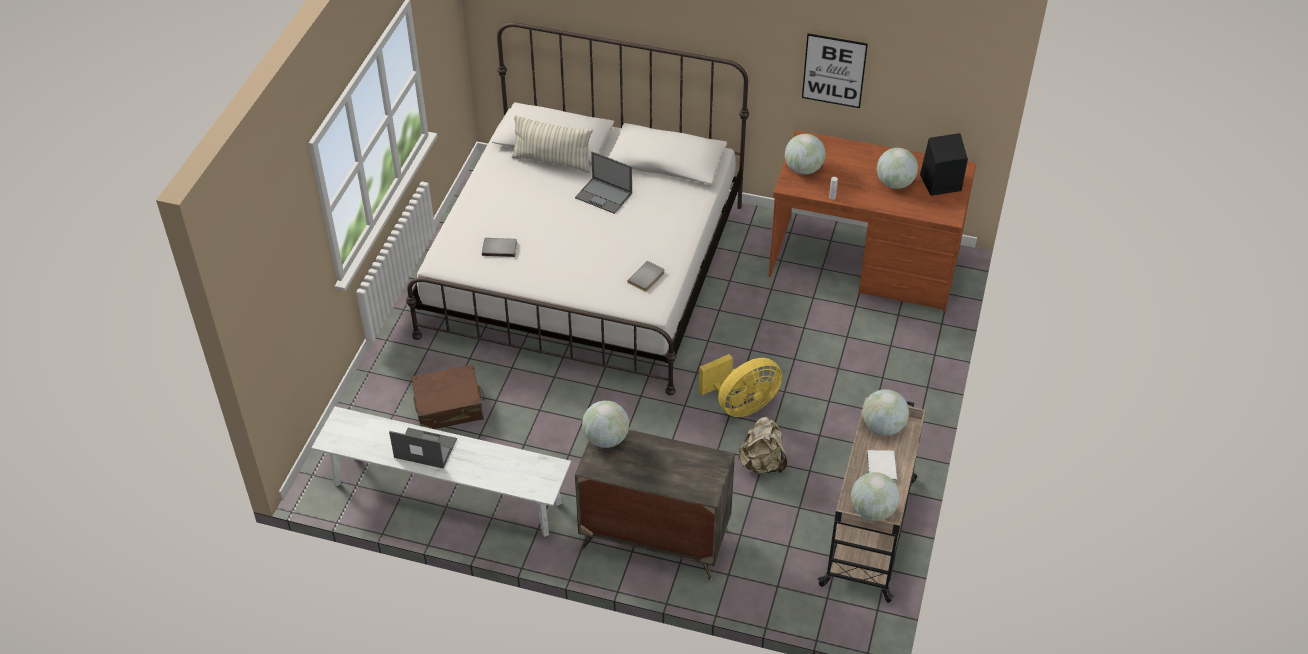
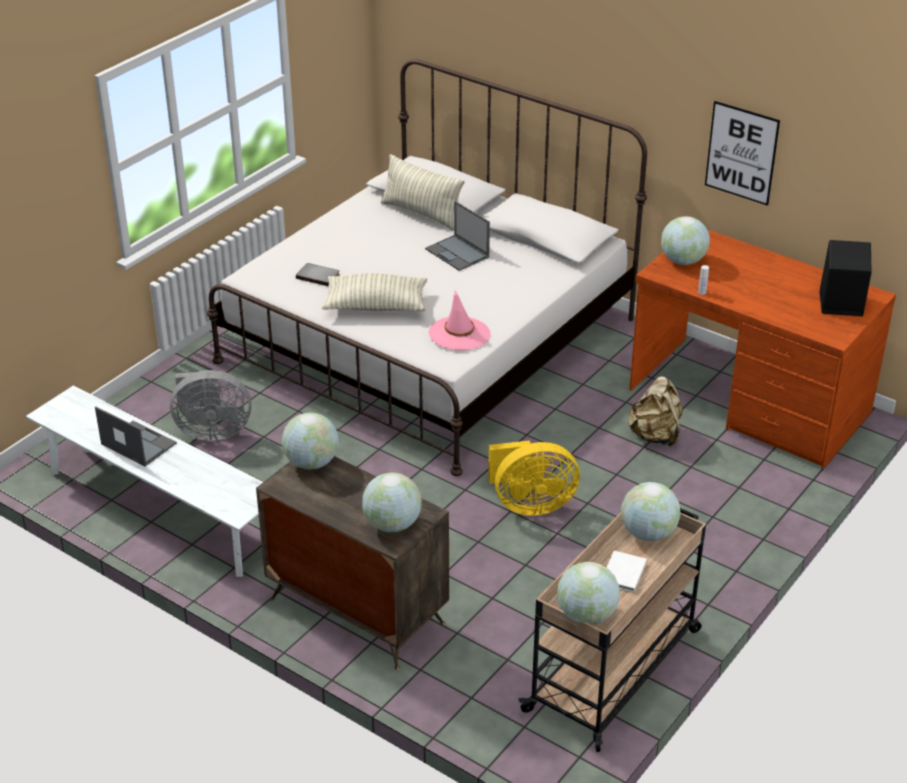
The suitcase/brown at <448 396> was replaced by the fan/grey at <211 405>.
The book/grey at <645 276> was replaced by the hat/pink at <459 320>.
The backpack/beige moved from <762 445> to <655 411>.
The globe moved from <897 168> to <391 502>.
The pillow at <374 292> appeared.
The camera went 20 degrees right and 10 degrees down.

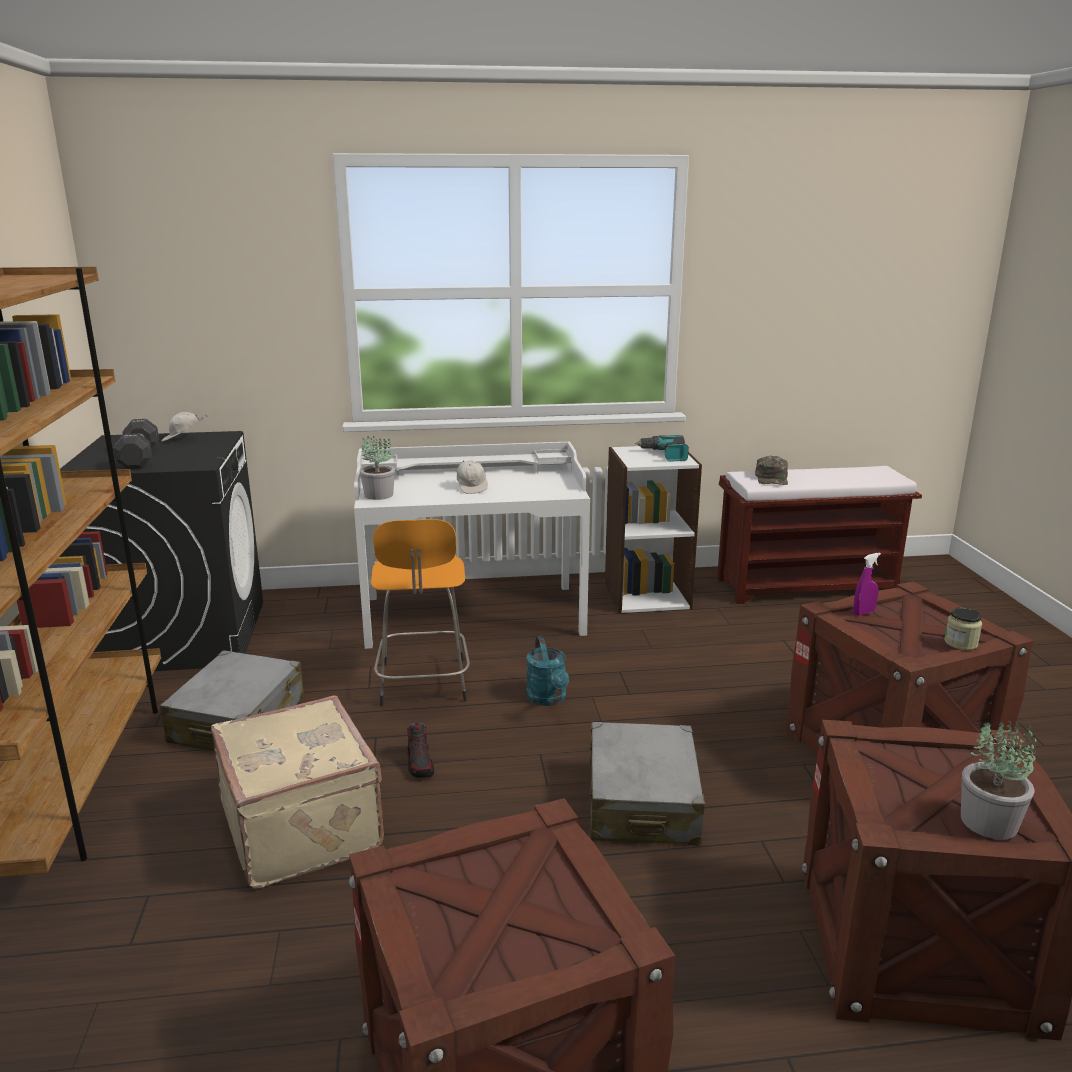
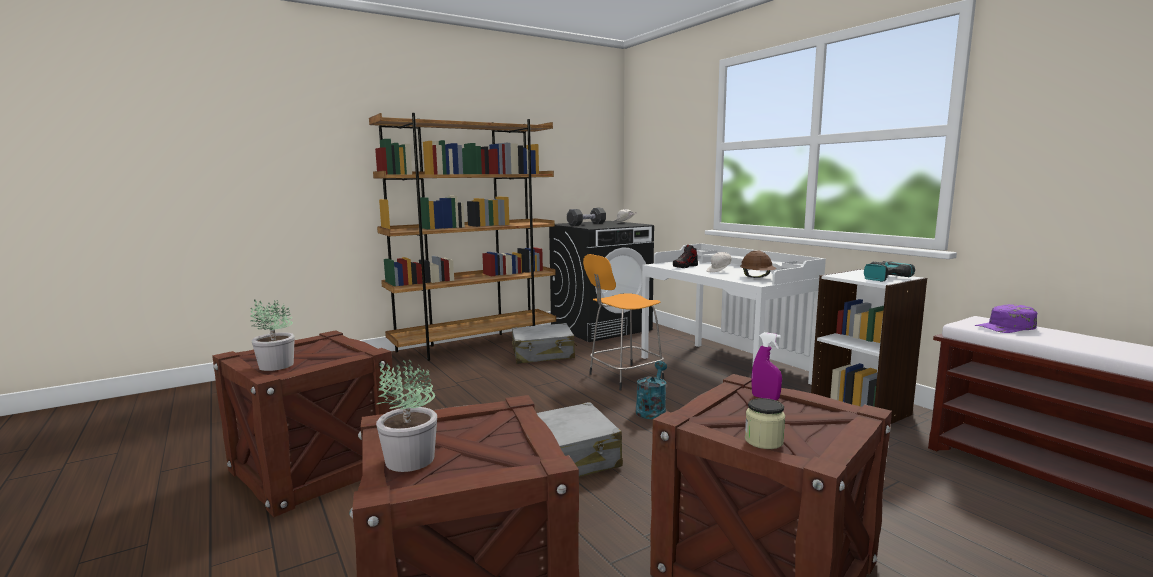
The suitcase/beige at <297 792> disappeared.
The potted plant moved from <377 468> to <273 335>.
The shoe moved from <420 750> to <685 256>.
The watering can/turquoise at <547 671> turned 150 degrees clockwise.
The cap/green at <771 470> became the cap/purple at <1005 318>.
The hard hat/brown at <758 264> appeared.
The camera went 65 degrees right and 10 degrees down.

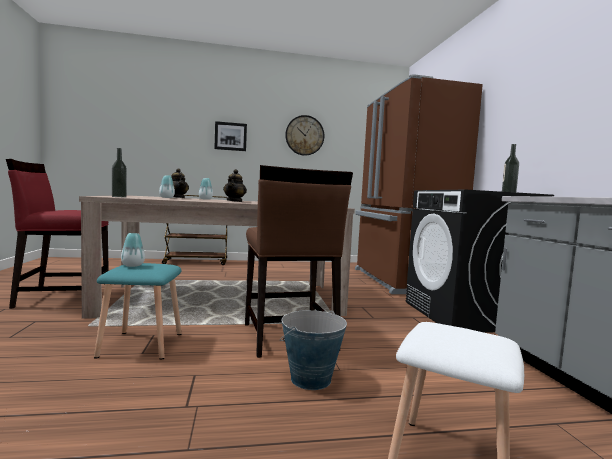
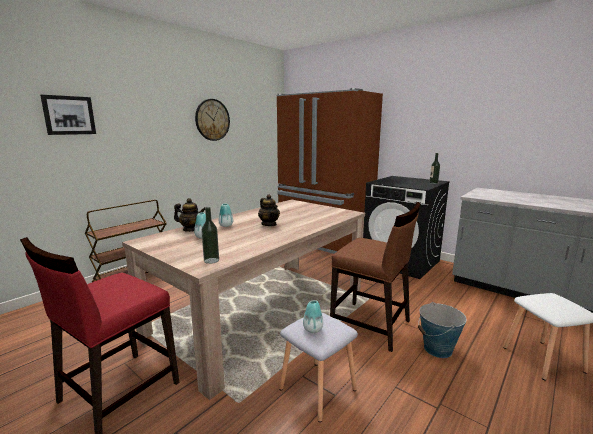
The stool/turquoise at <138 311> became the stool/grey at <318 367>.
The picture moved from <230 136> to <68 114>.
The camera went 40 degrees left and 10 degrees up.

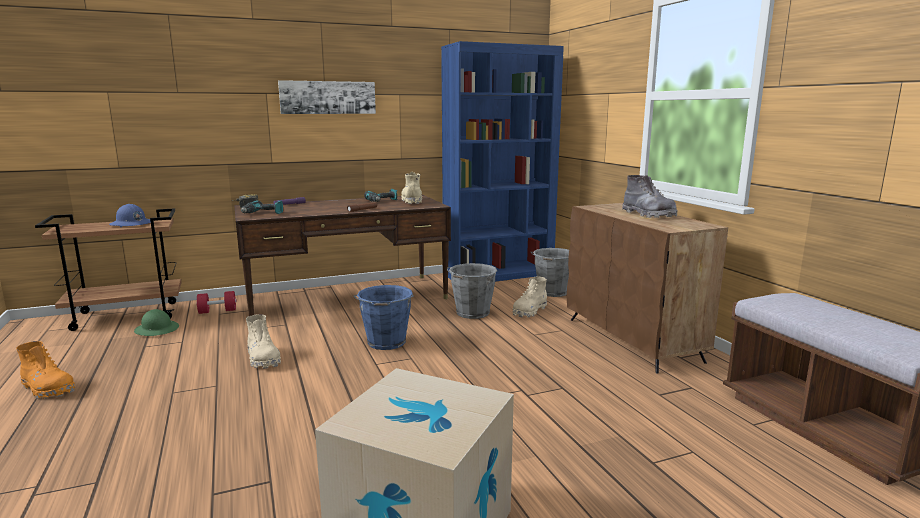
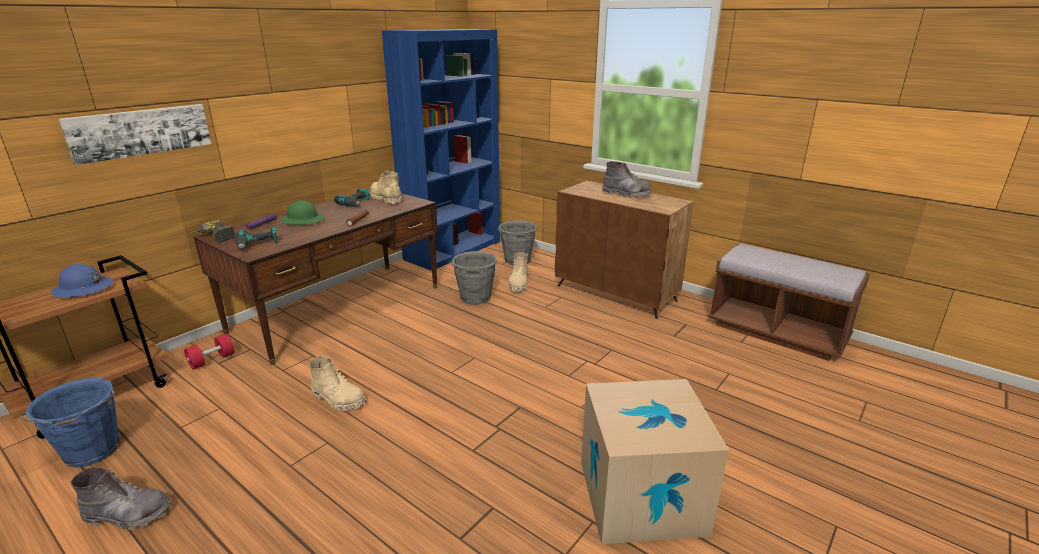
The boot/orange at <45 370> became the boot/grey at <121 498>.
The hard hat/green moved from <156 322> to <303 212>.
The picture moved from <327 97> to <135 134>.
The bucket/blue moved from <384 317> to <70 423>.
The camera went 30 degrees left and 10 degrees up.

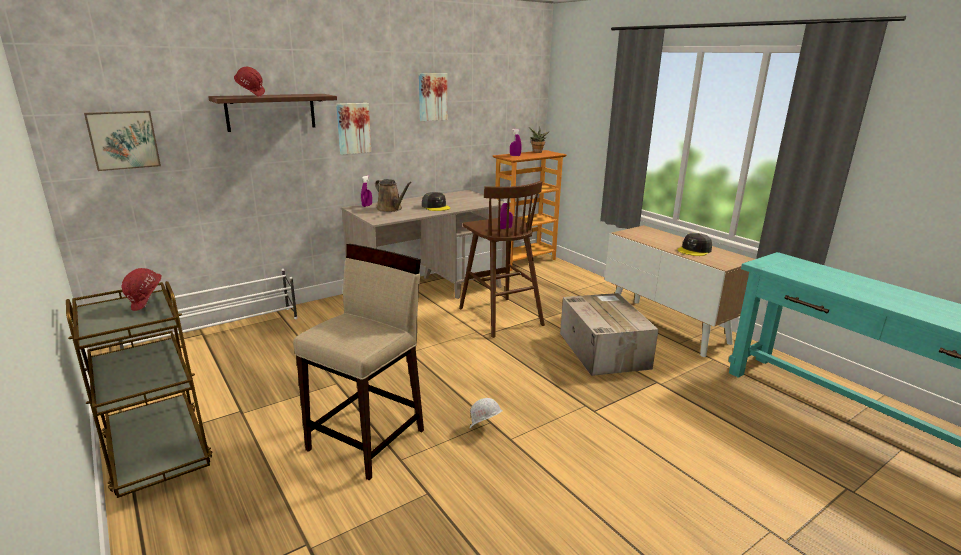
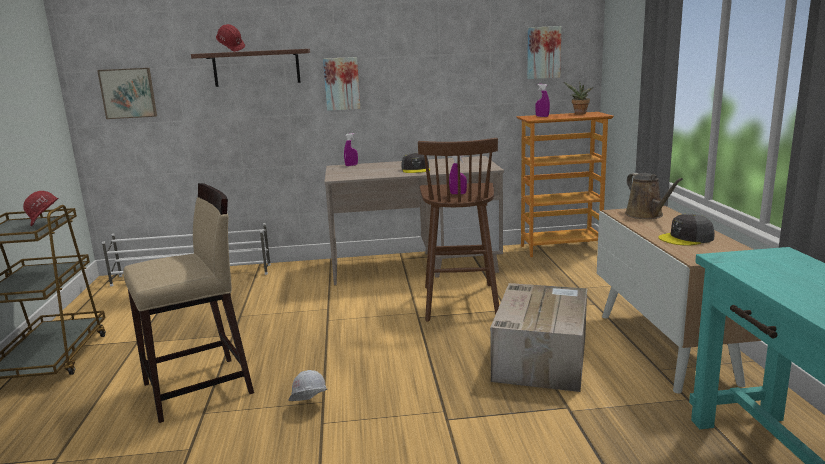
The watering can/brown moved from <393 195> to <654 196>.
The picture moved from <433 97> to <544 52>.
The camera went 30 degrees right and 5 degrees down.

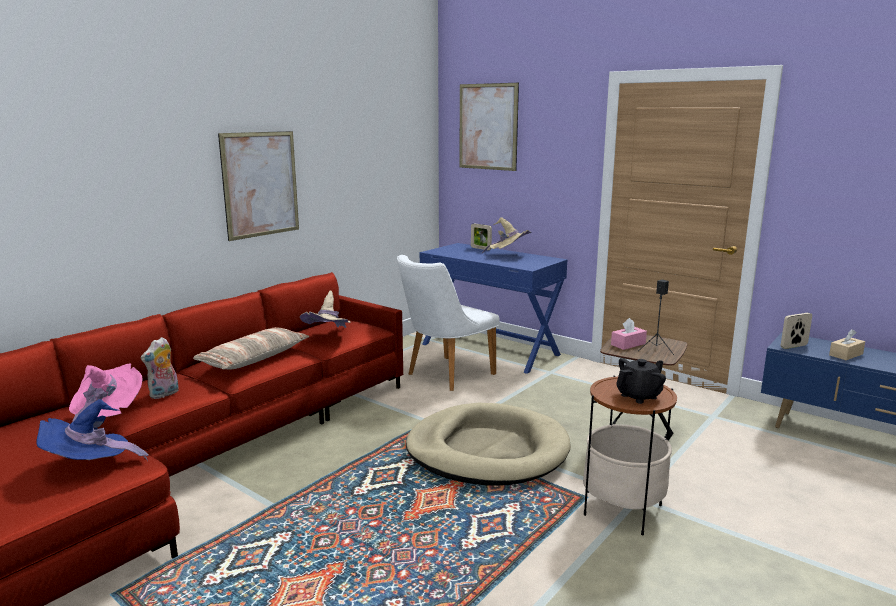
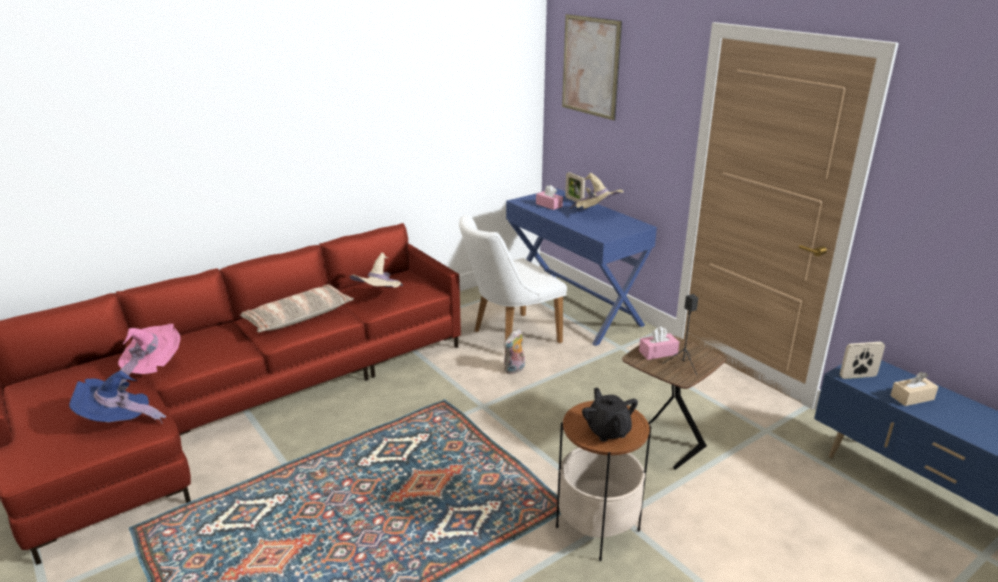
The plush toy moved from <160 368> to <514 351>.
The picture at <258 186> disappeared.
The dog bed/beige at <488 444> disappeared.
The teapot/black at <641 381> turned 90 degrees counterclockwise.
The tissue box/pink at <549 197> appeared.
The camera went 15 degrees right and 10 degrees up.

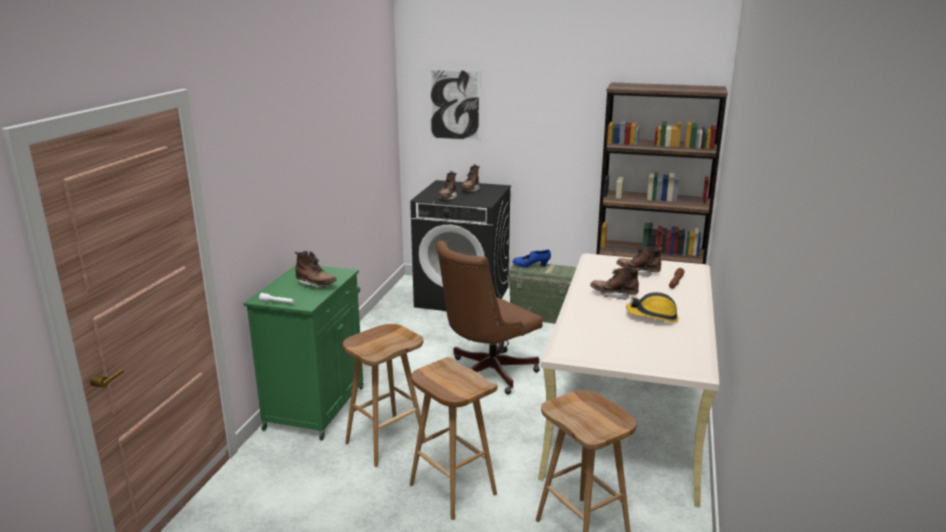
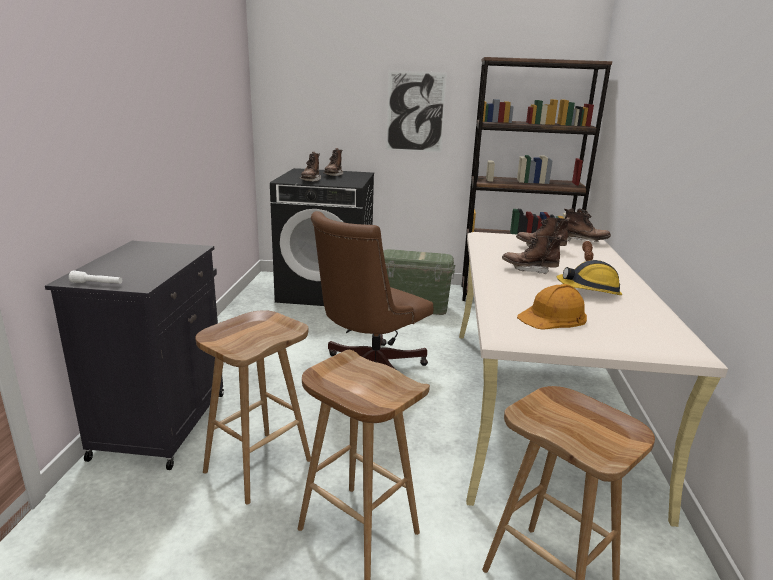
The cabinet/green at <303 352> became the cabinet/black at <134 355>.
The boot/brown moved from <316 269> to <587 225>.
The picture moved from <454 105> to <416 111>.
The shoe/blue at <532 259> disappeared.
The hard hat/orange at <552 307> appeared.
The camera went 10 degrees left and 0 degrees up.

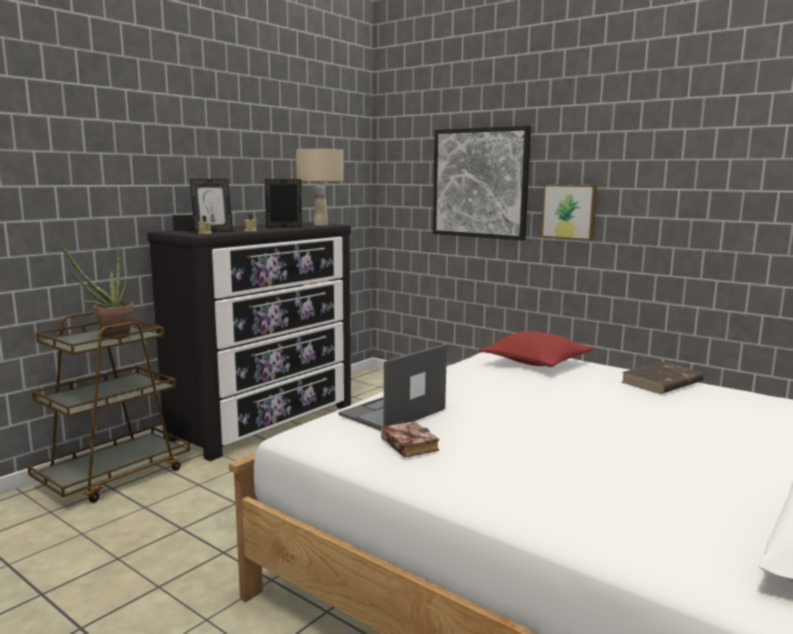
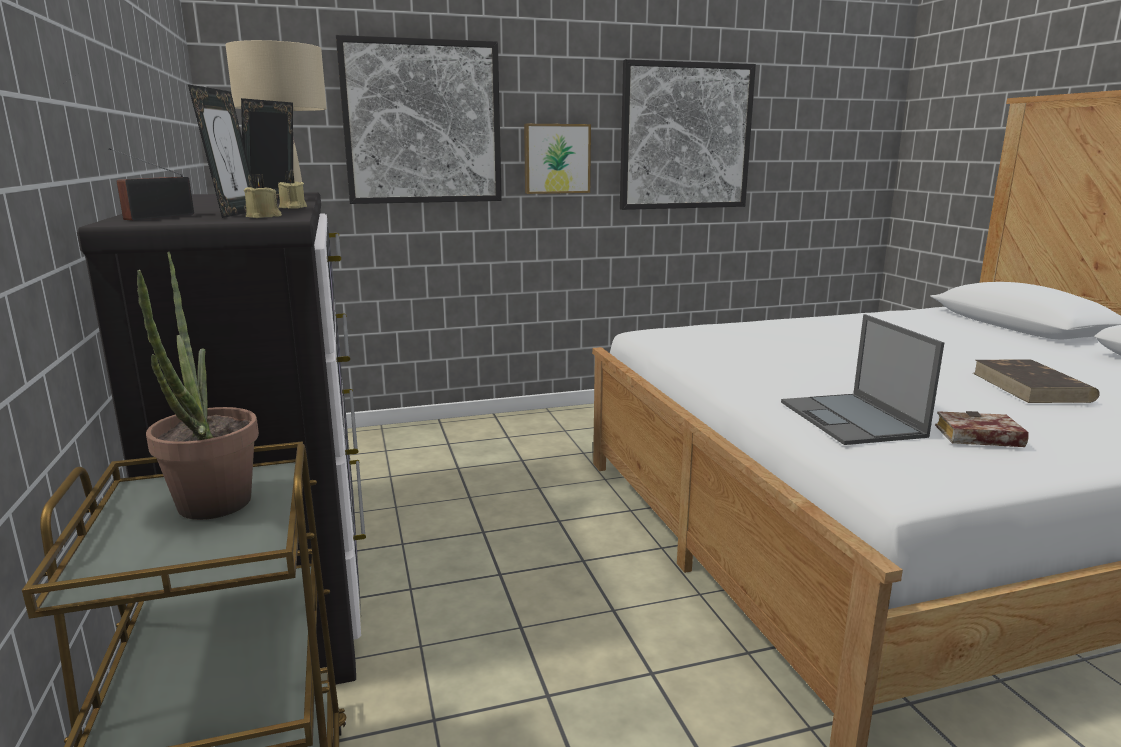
The pillow/red at <536 349> disappeared.
The book/brown moved from <662 378> to <1036 381>.
The picture at <688 134> appeared.
The camera went 55 degrees left and 5 degrees up.

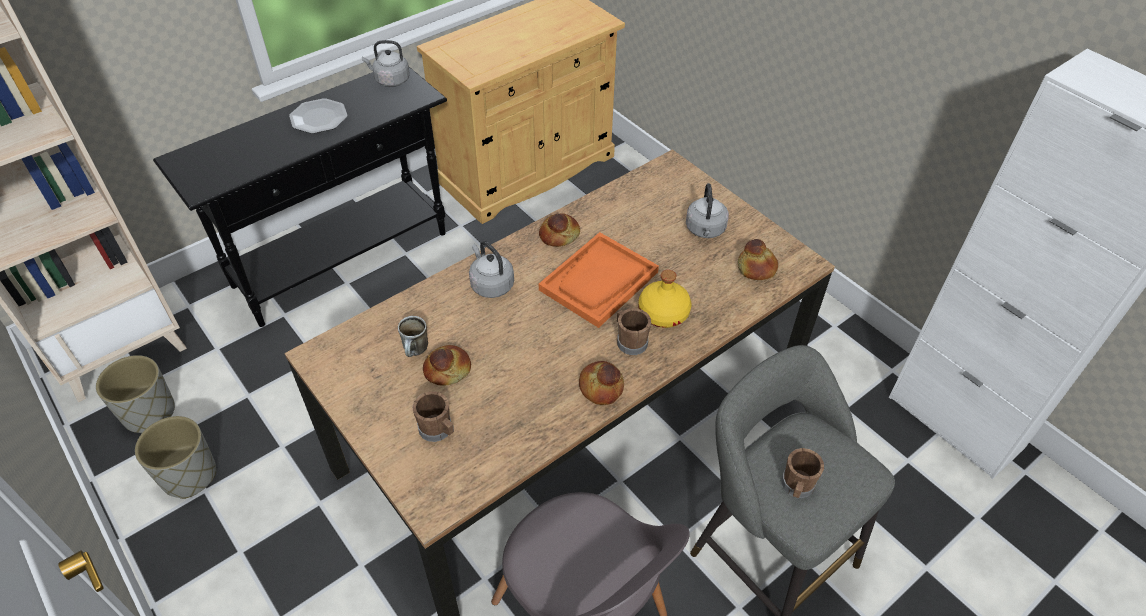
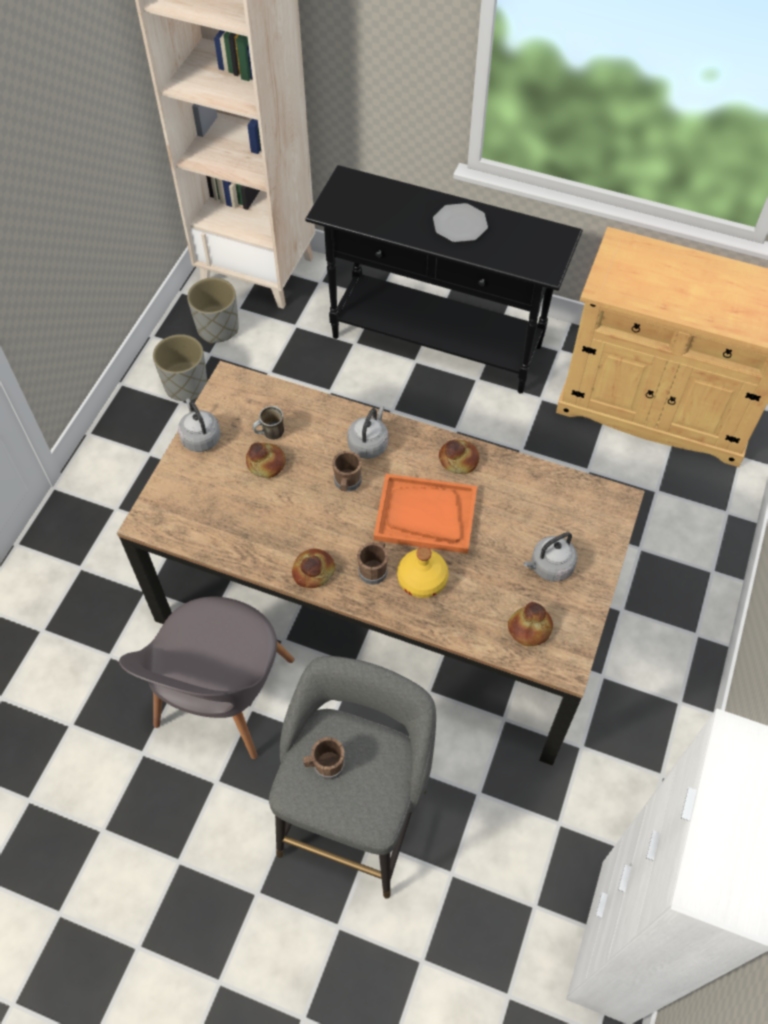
The kettle/grey moved from <386 63> to <199 425>.
The mug/brown moved from <433 416> to <347 471>.
The camera went 60 degrees right and 10 degrees up.

